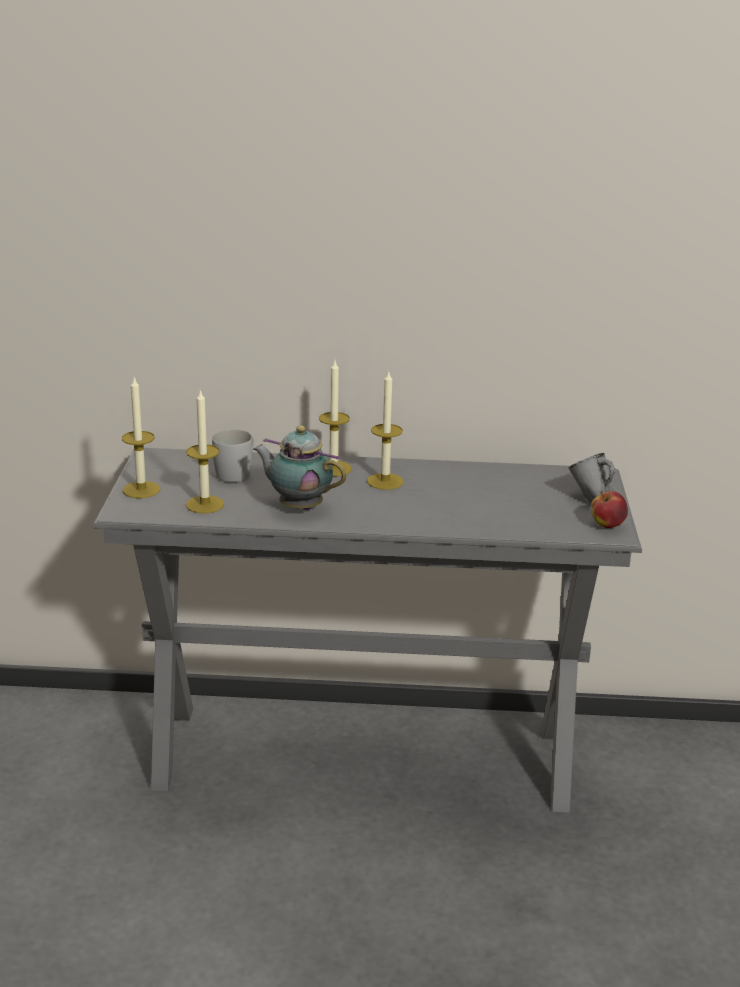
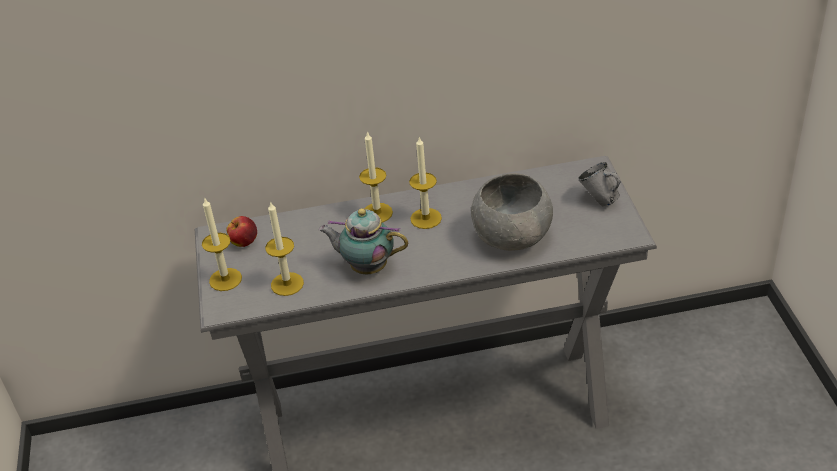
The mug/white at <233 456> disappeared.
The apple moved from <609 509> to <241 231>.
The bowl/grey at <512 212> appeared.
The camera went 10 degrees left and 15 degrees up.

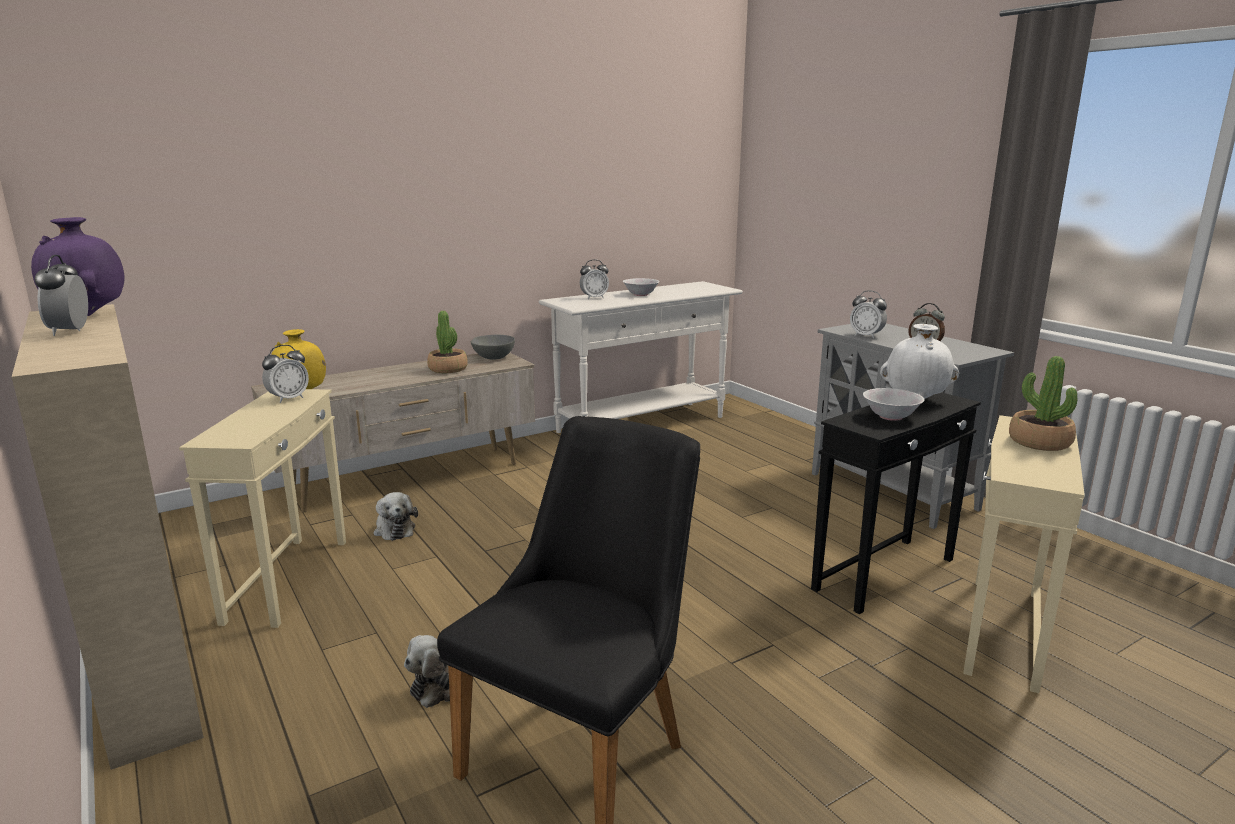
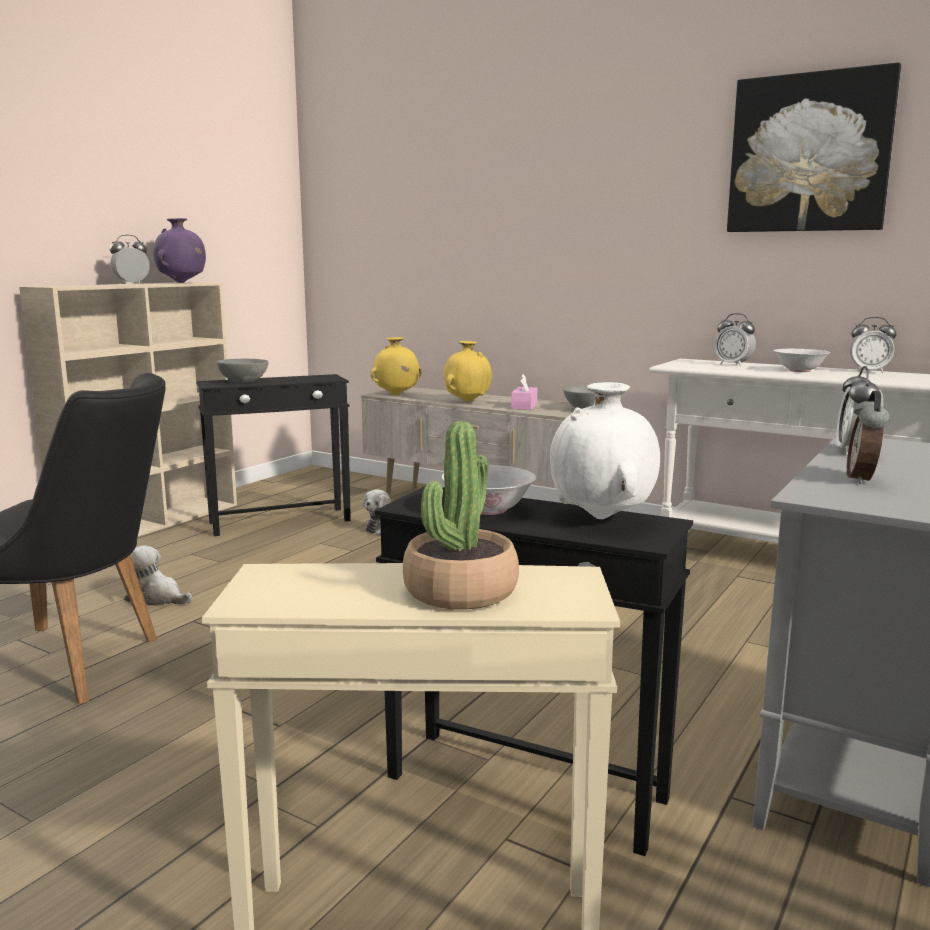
The side table/beige at <262 508> became the side table/black at <273 455>.
The alarm clock moved from <285 374> to <873 345>.
The potted plant at <447 342> was replaced by the tissue box/pink at <524 392>.
The bowl/grey at <243 370> appeared.
The vase/yellow at <468 371> appeared.
The picture at <814 147> appeared.
The camera went 65 degrees right and 5 degrees down.

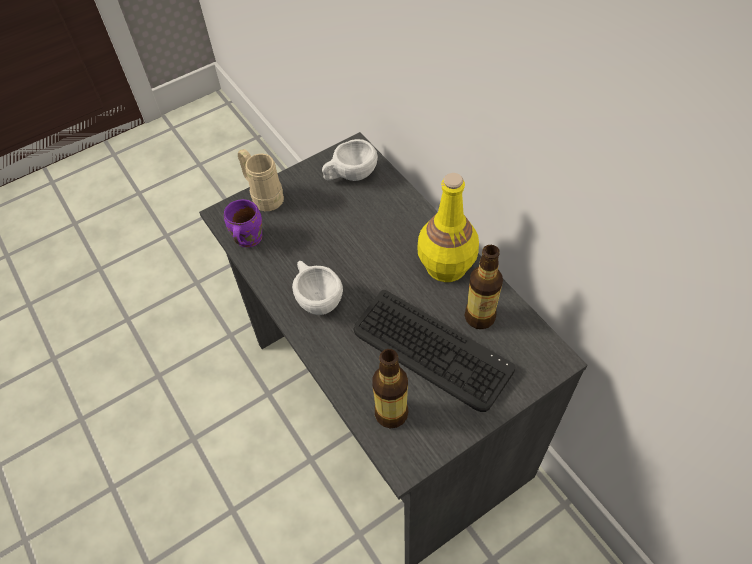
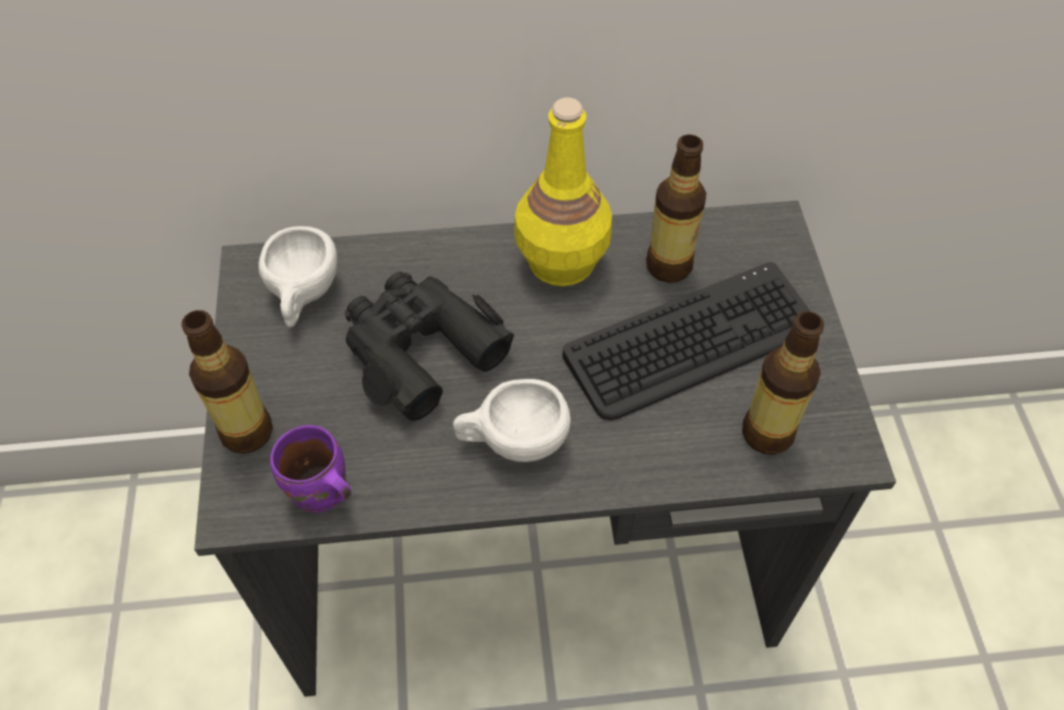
The mug/beige at <261 180> was replaced by the bottle at <227 382>.
The binoculars/black at <429 346> appeared.
The camera went 65 degrees left and 0 degrees up.

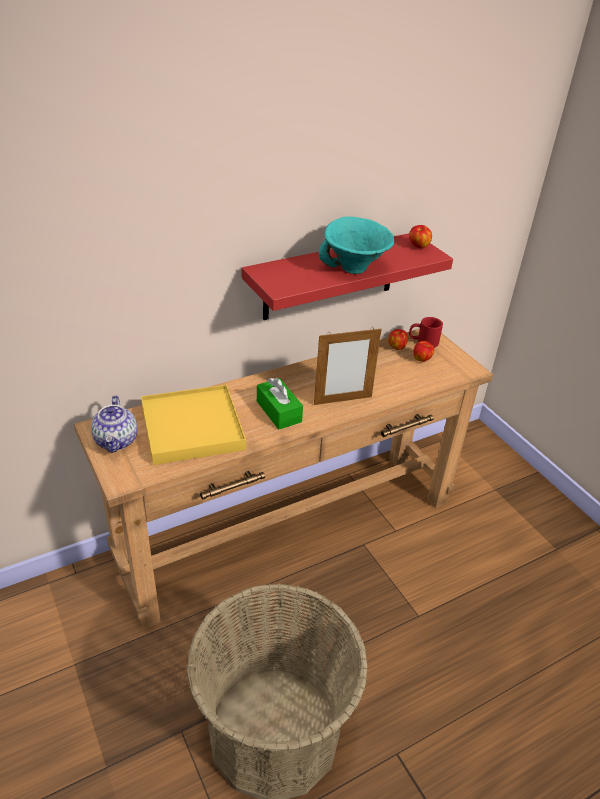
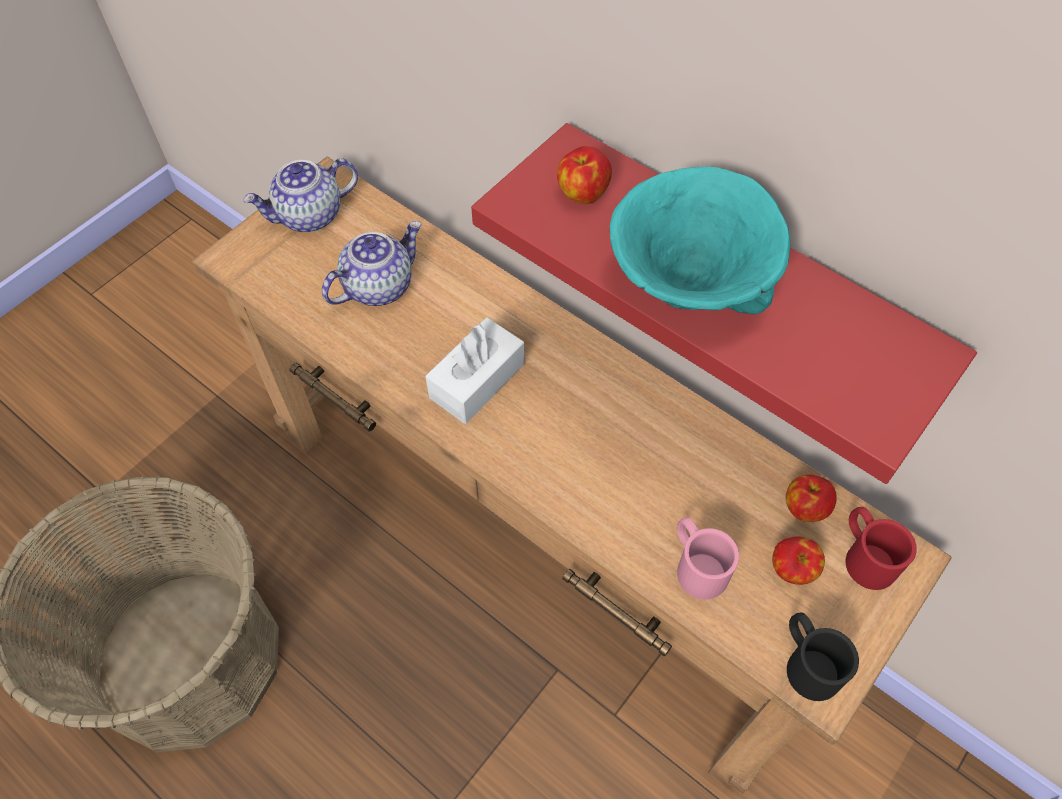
The tray/yellow at <193 425> was replaced by the teapot at <372 263>.
The tissue box/green at <280 404> became the tissue box/white at <475 370>.
The picture frame at <347 366> disappeared.
The apple moved from <420 236> to <584 175>.
The mug/pink at <708 558> appeared.
The mug/black at <823 656> appeared.
The camera went 70 degrees right and 20 degrees up.

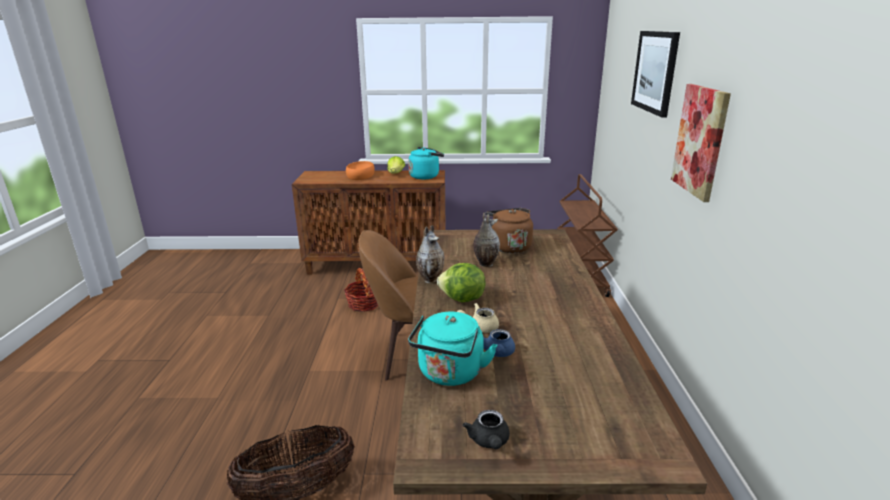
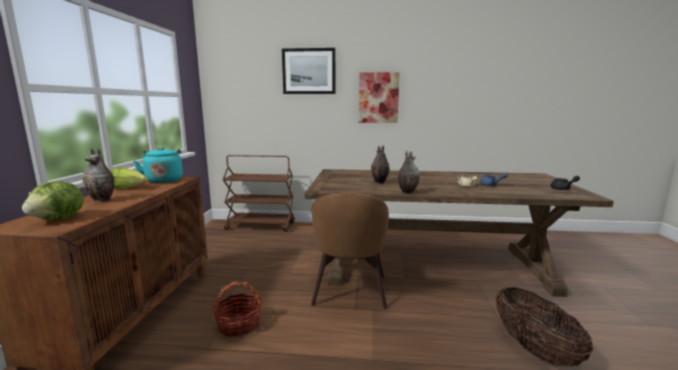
The bowl/orange at <360 170> was replaced by the vase at <98 175>.
The kettle/turquoise at <452 349> disappeared.
The lettuce moved from <461 282> to <53 200>.
The kettle/brown at <509 230> disappeared.
The camera went 85 degrees left and 10 degrees down.

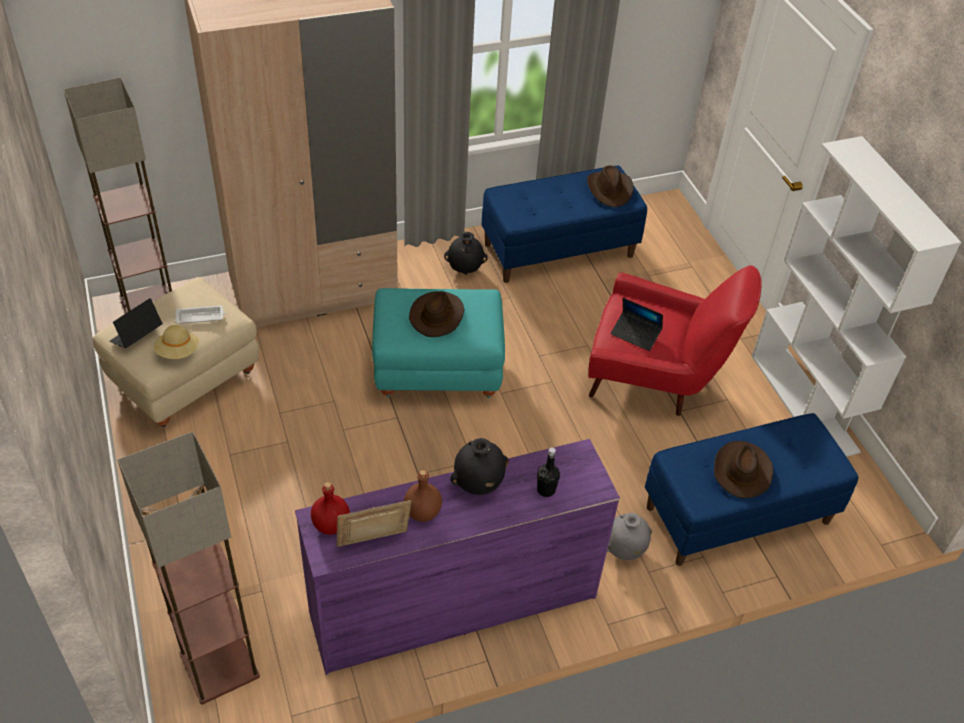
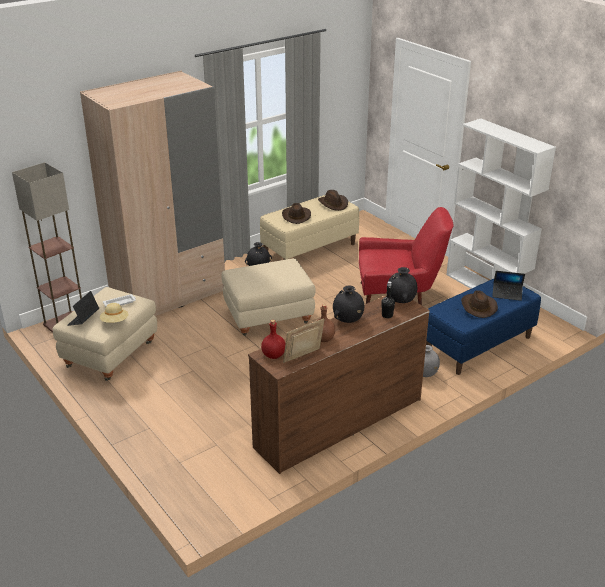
The floor lamp at <188 568> disappeared.
The dresser/purple at <457 557> became the dresser/brown at <339 385>.
The ottoman/turquoise at <438 343> became the ottoman/beige at <269 297>.
The hat/brown moved from <436 314> to <296 213>.
The bench/blue at <564 224> became the bench/beige at <310 227>.
The laptop moved from <637 324> to <508 286>.
The vase/black at <402 285> appeared.
The camera went 15 degrees left and 15 degrees down.

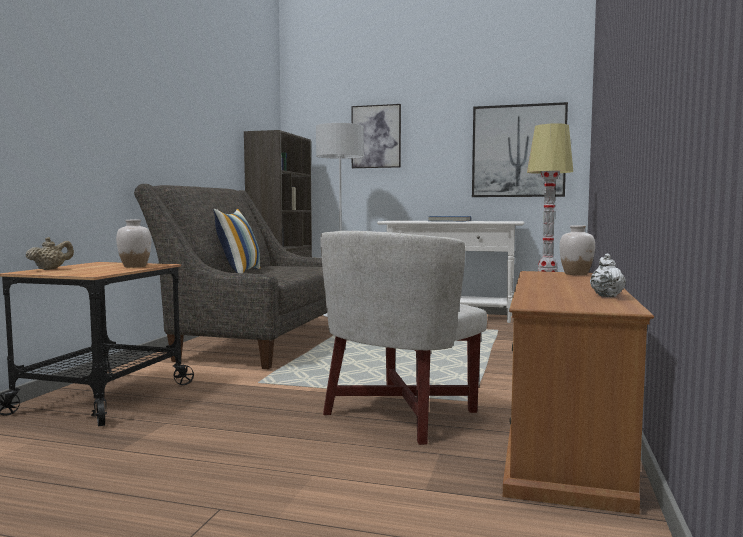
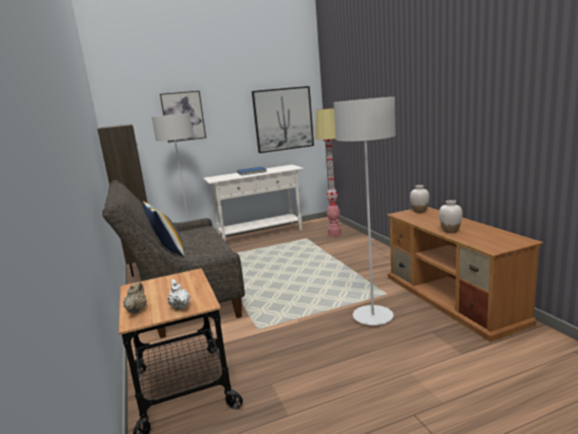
The vase/white moved from <133 244> to <450 216>.
The armchair/white at <403 338> was replaced by the floor lamp/grey at <365 211>.
The teapot/white moved from <608 275> to <179 294>.
The camera went 35 degrees left and 10 degrees up.

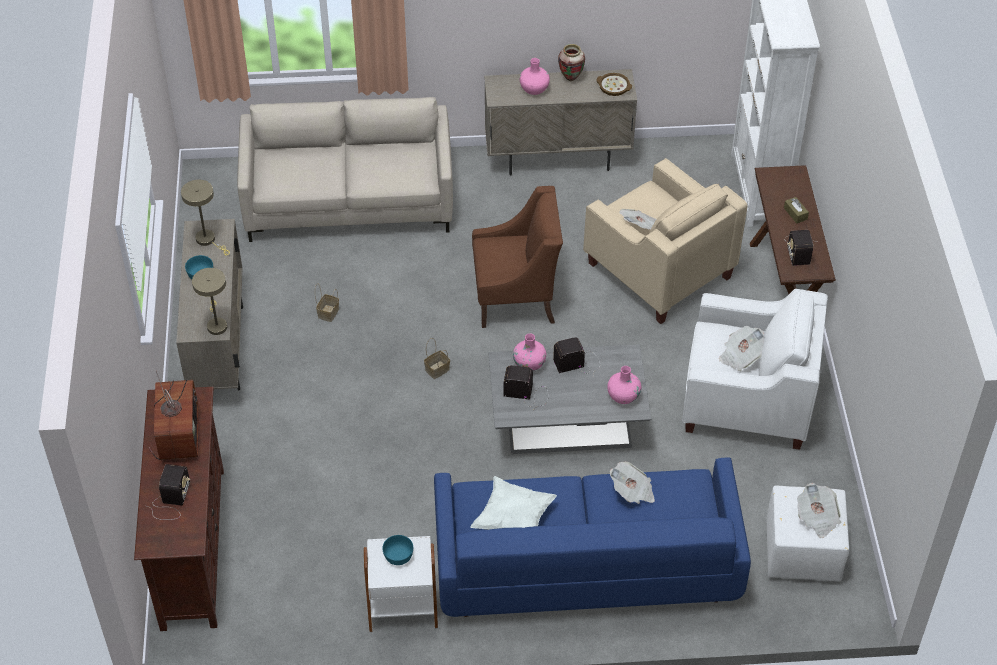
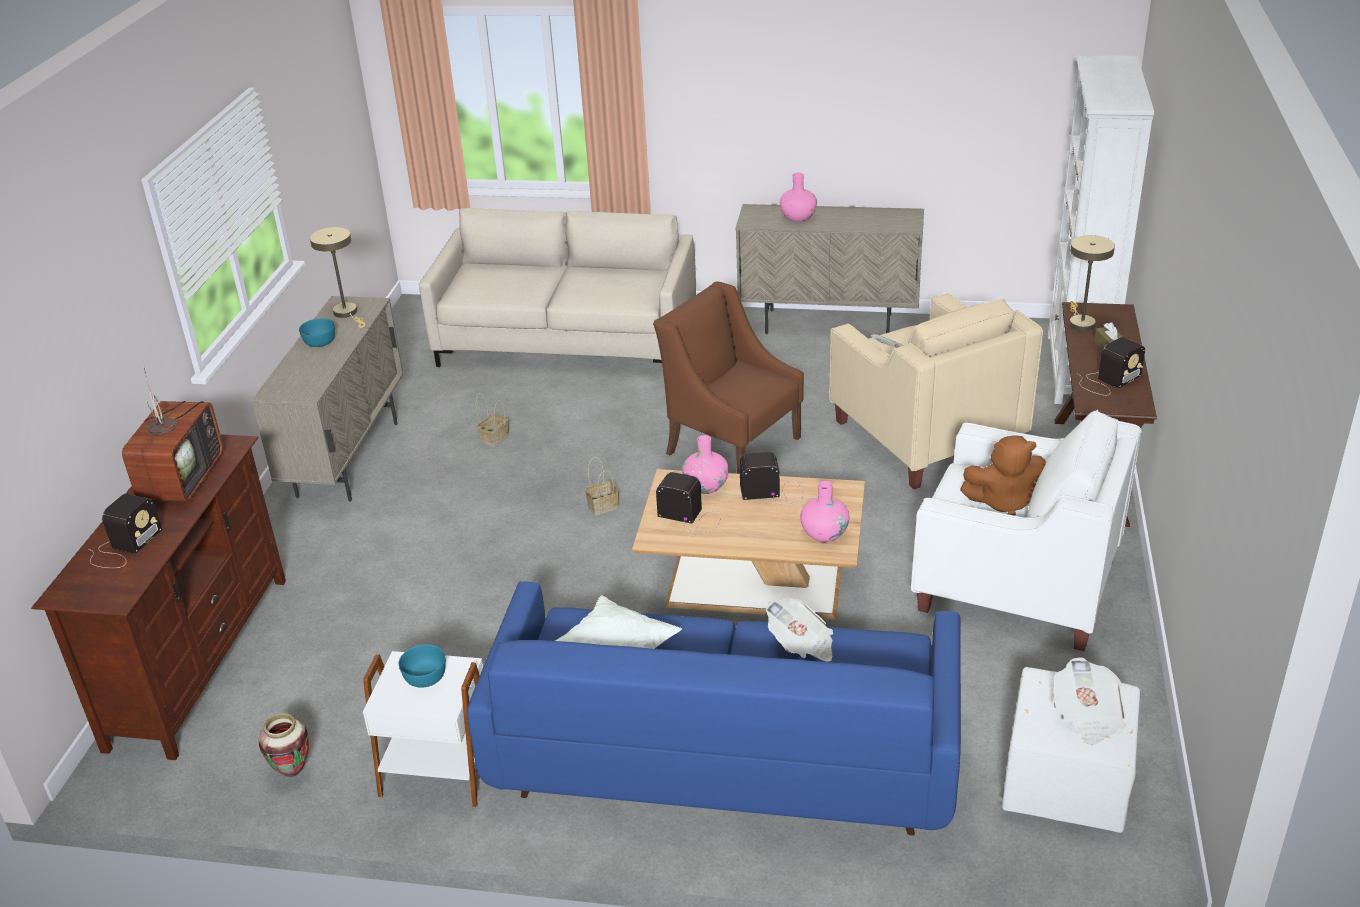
The table lamp/beige moved from <209 301> to <1092 283>.
The armchair/brown at <517 257> turned 150 degrees counterclockwise.
The coffee table/grey at <569 399> became the coffee table/brown at <748 544>.
The vase moved from <571 62> to <284 745>.
The bowl at <614 84> disappeared.
The newspaper at <741 348> was replaced by the plush toy/brown at <1003 475>.
The radio at <798 248> turned 135 degrees counterclockwise.
The camera went 15 degrees right and 15 degrees down.

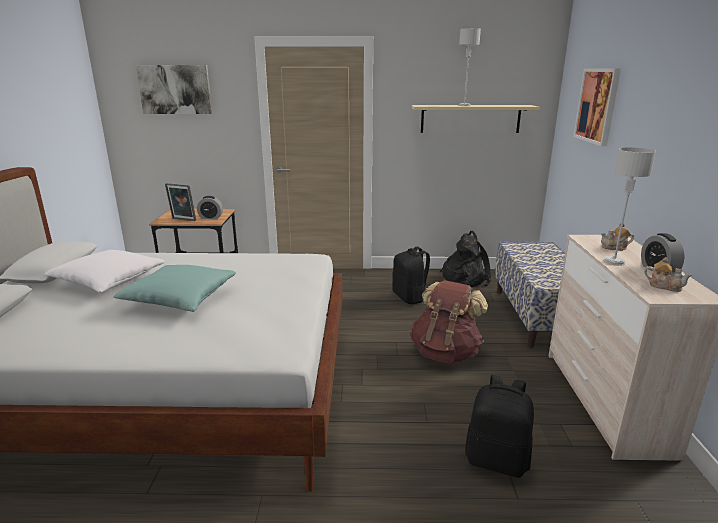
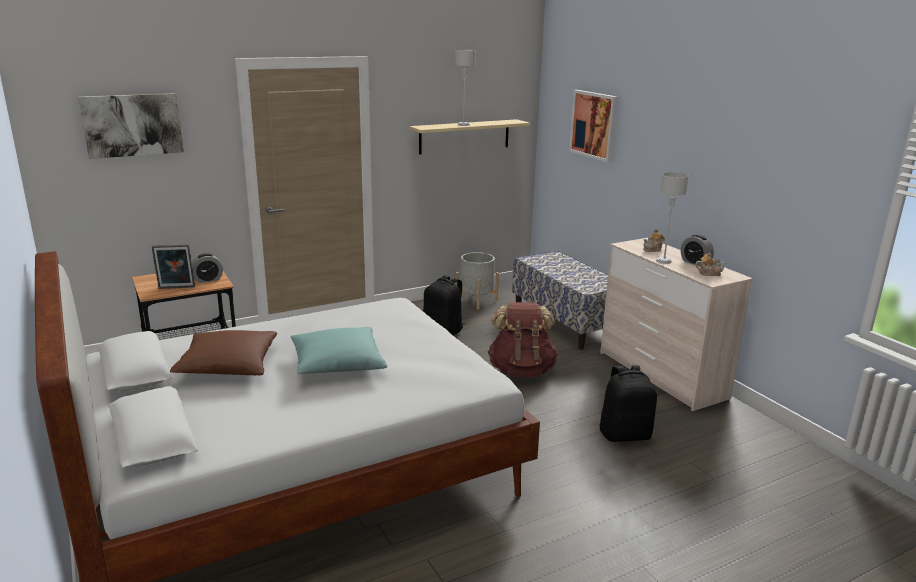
The pillow/white at <104 271> became the pillow/brown at <223 352>.
The backpack/black at <465 259> was replaced by the planter/grey at <477 280>.
The camera went 30 degrees left and 0 degrees up.

